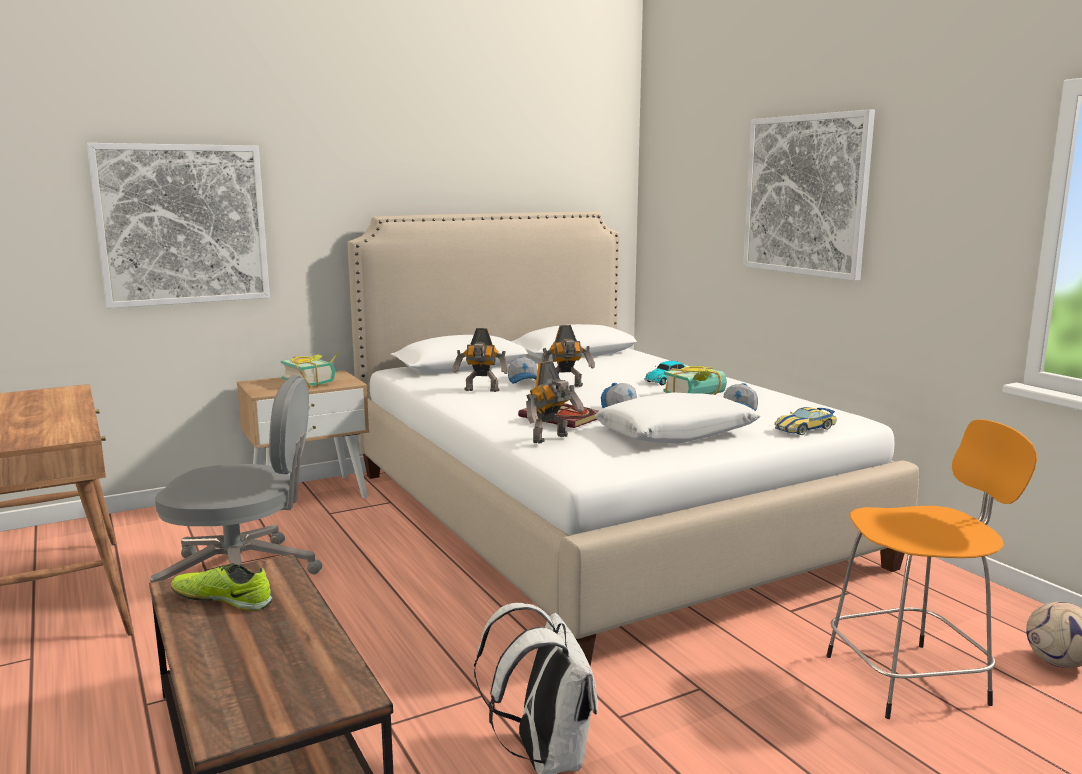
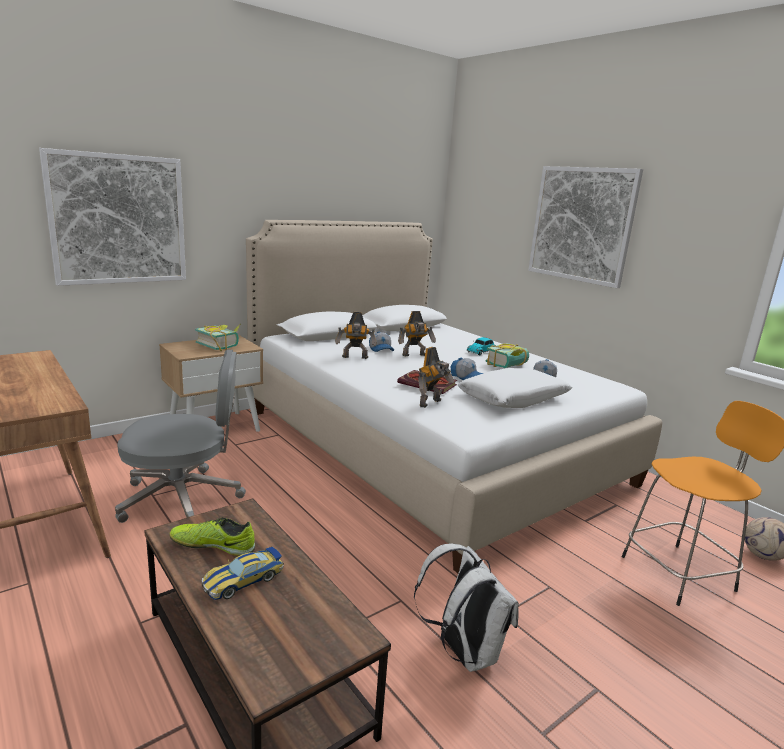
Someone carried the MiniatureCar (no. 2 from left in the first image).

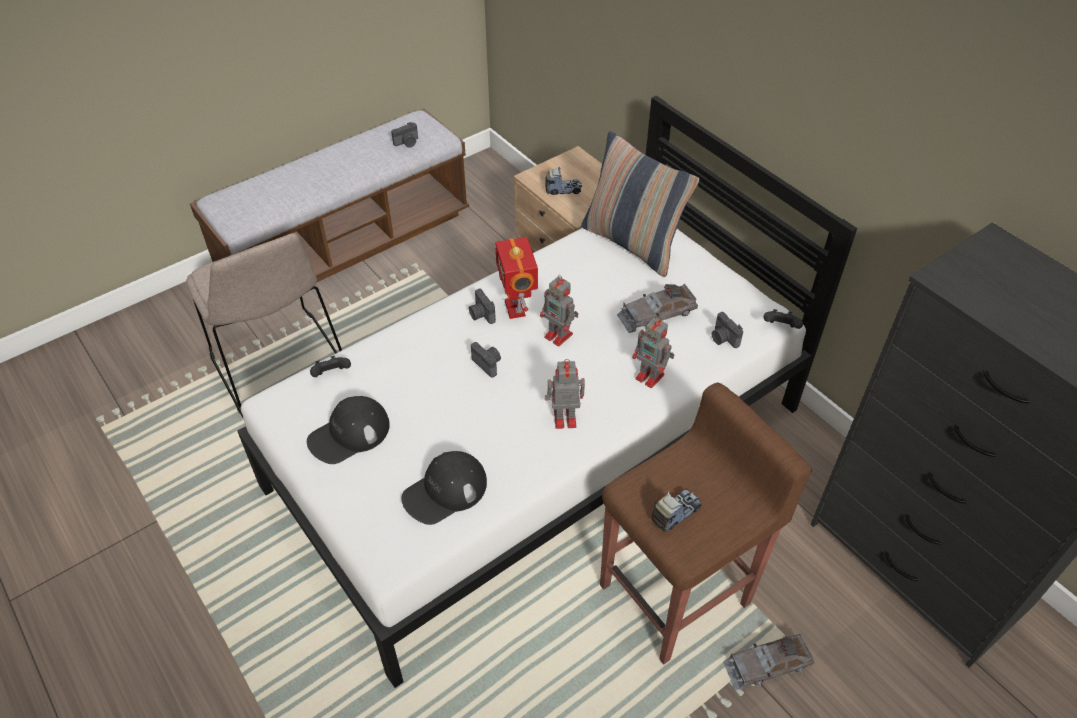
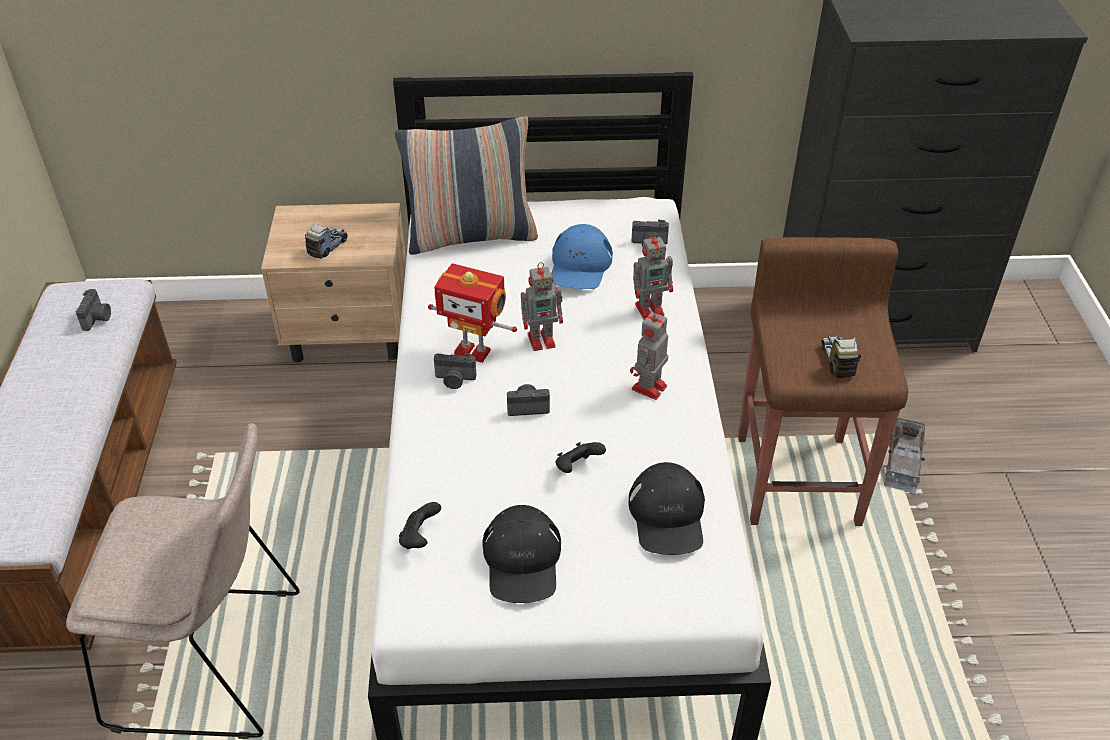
Someone swapped the GreyMiniatureCar (no. 1 from left) for the BluePeakedCap.
Someone carried the BlackColouredJoypad (no. 2 from left).

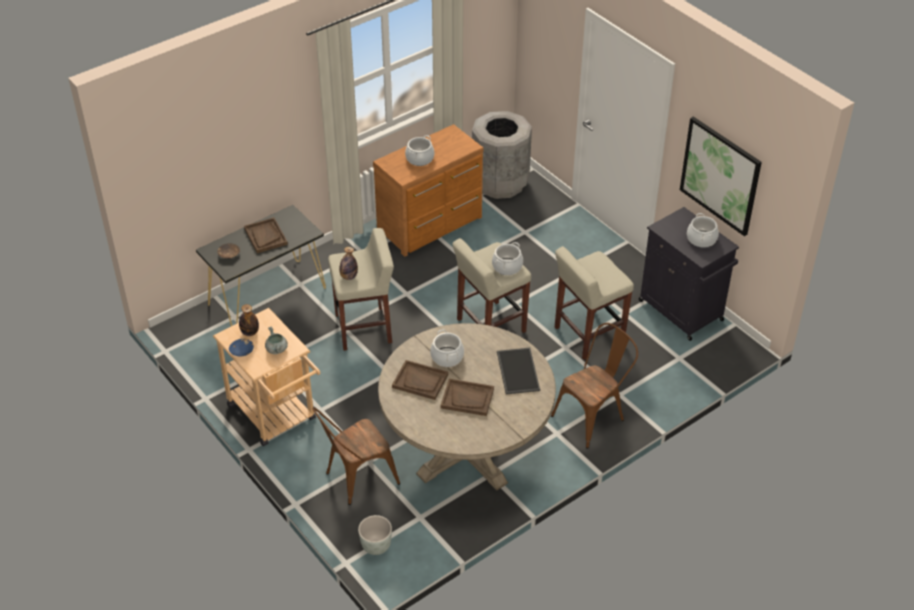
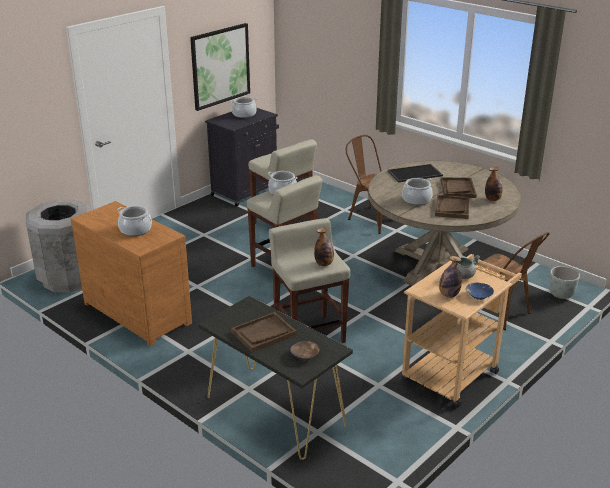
Someone put down the Bottle (no. 3 from left).

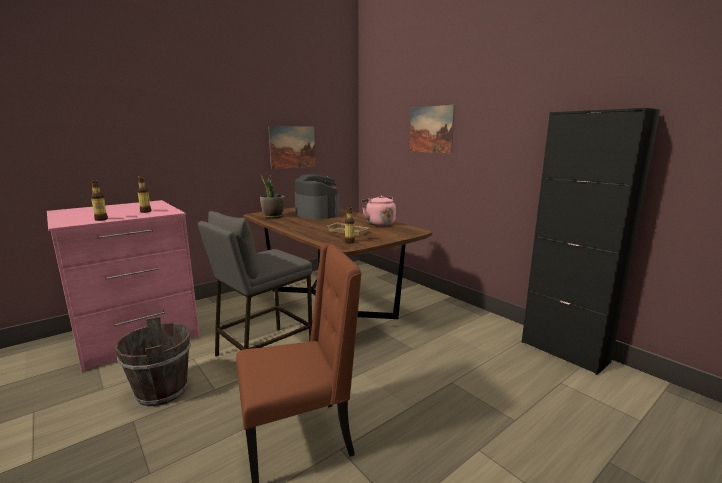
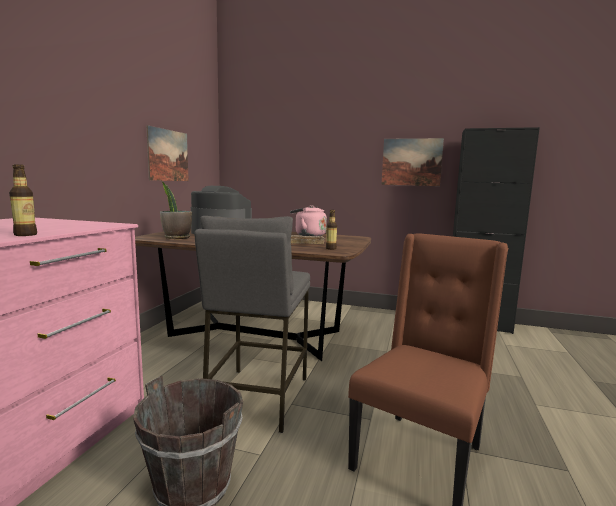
Someone took away the Bottle (no. 2 from left).
Someone carried the WallArt (no. 2 from left).

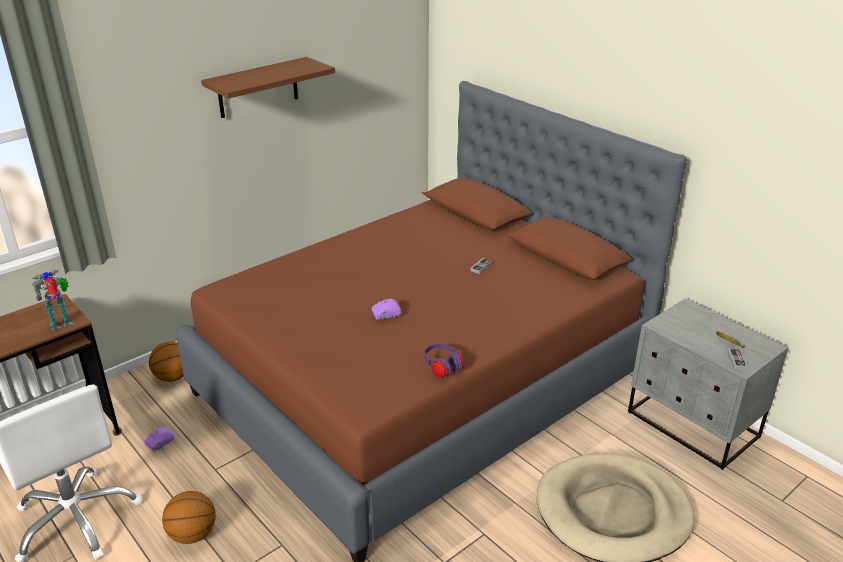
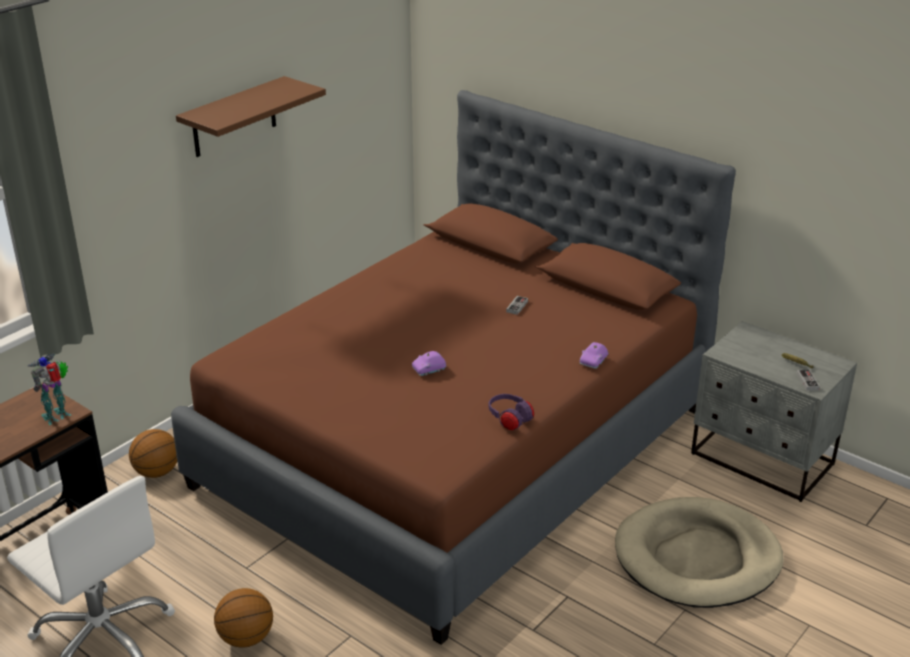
Someone carried the PurpleMiniatureCar (no. 1 from left in the first image).

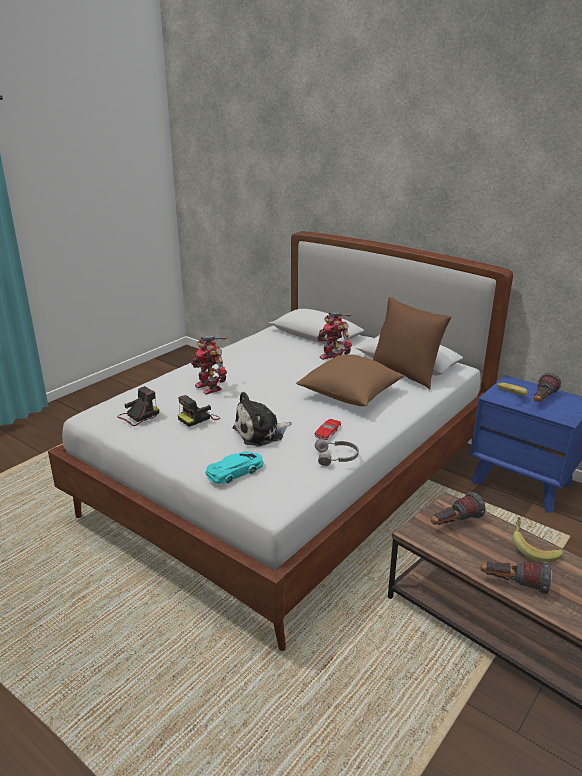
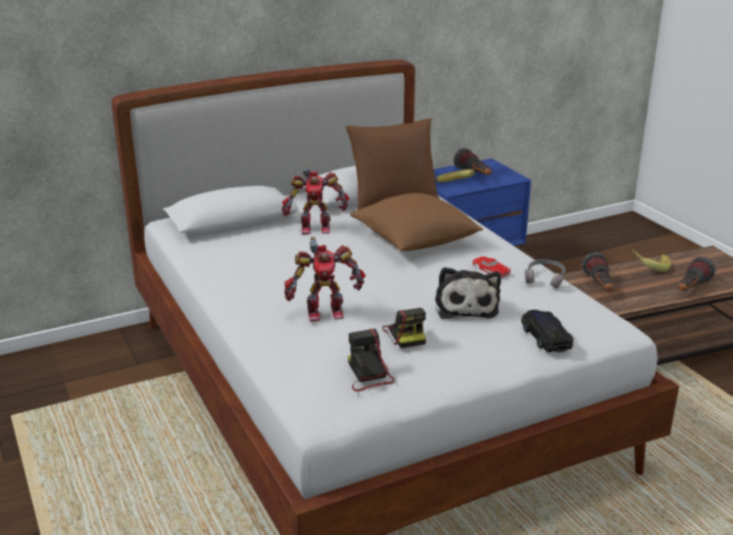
Someone repainted the TurquoiseColouredMiniatureCar, which became the BlackColouredMiniatureCar.

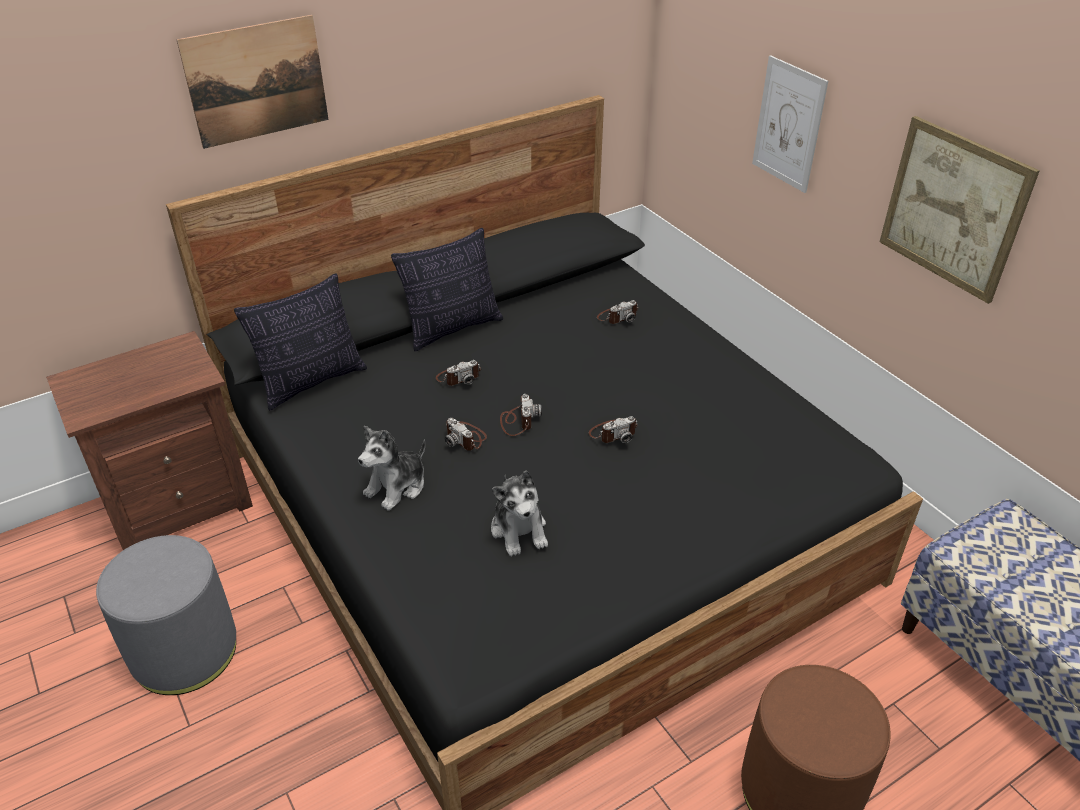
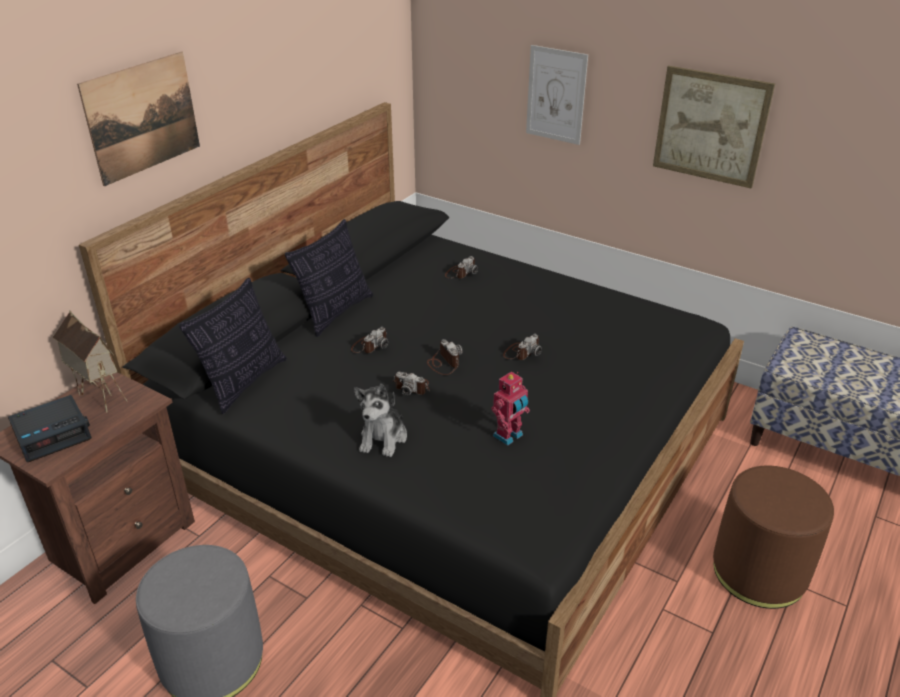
Someone swapped the PlushToy (no. 2 from left) for the RobotFigure.
Someone put down the AlarmClock.
Someone put down the ToyHouse.

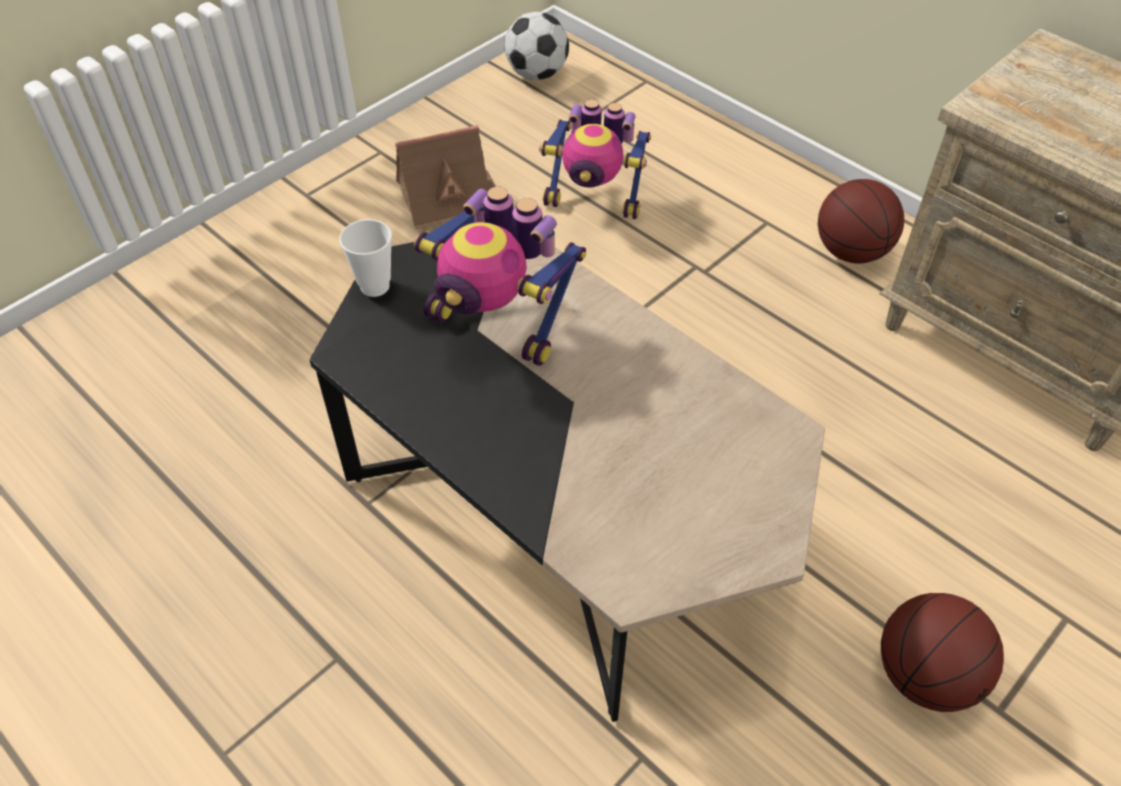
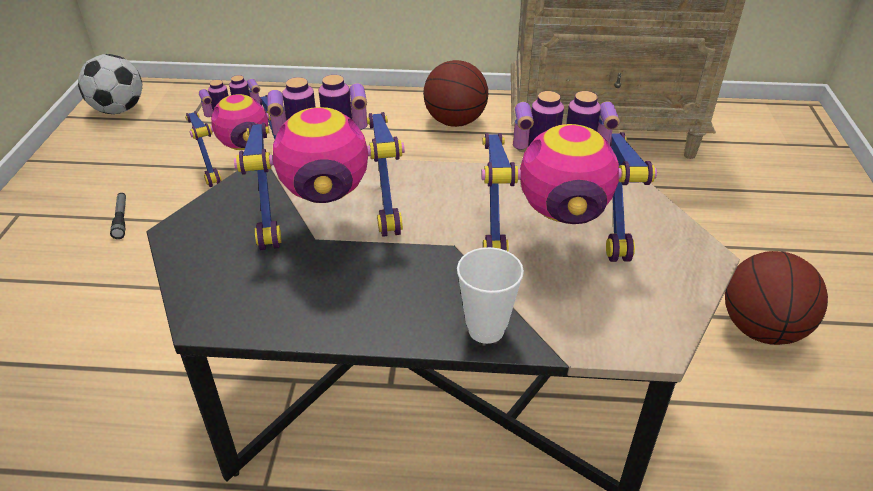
Someone carried the Cup.
Someone swapped the ToyHouse for the HandTorch.
Someone put down the RobotFigure (no. 3 from left).

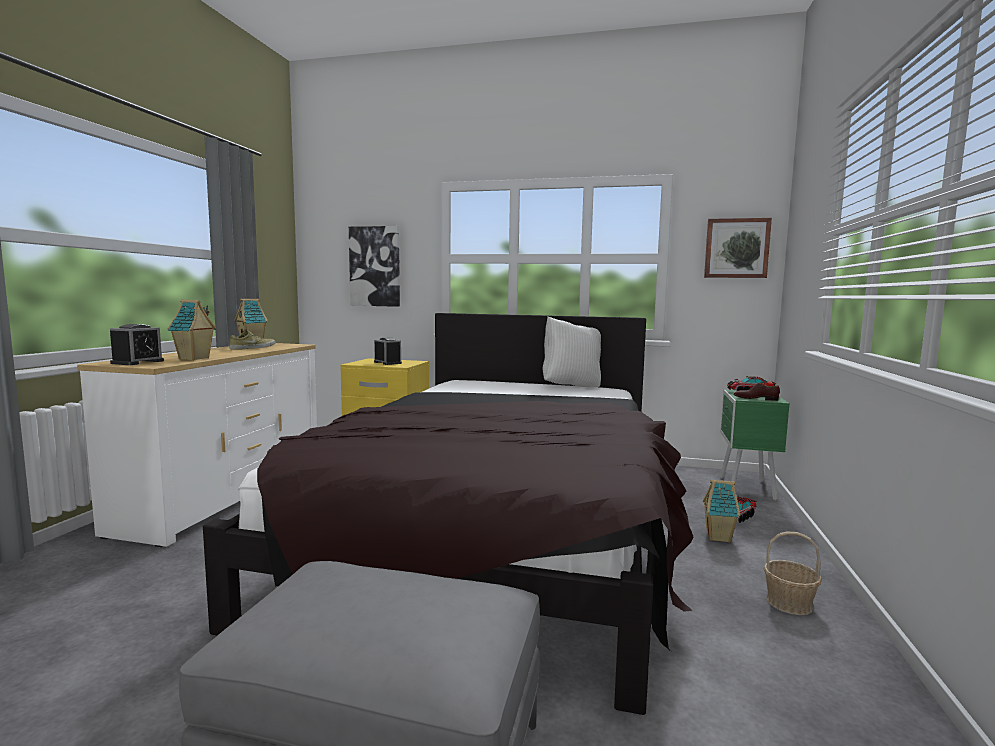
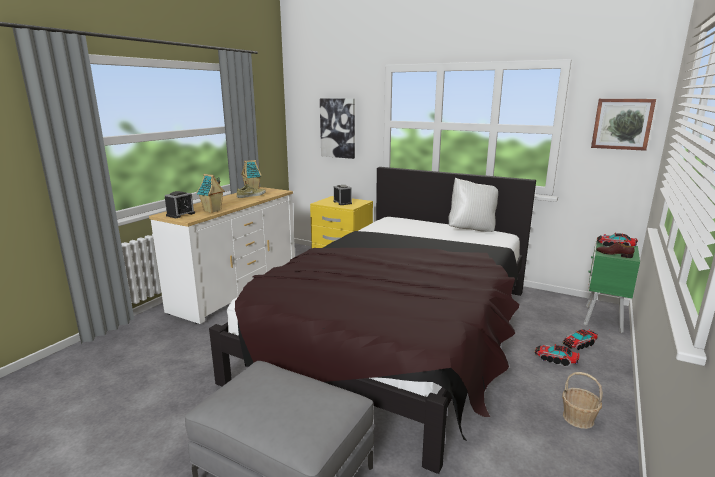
Someone swapped the ToyHouse (no. 3 from left) for the ModelTruck (no. 1 from left).

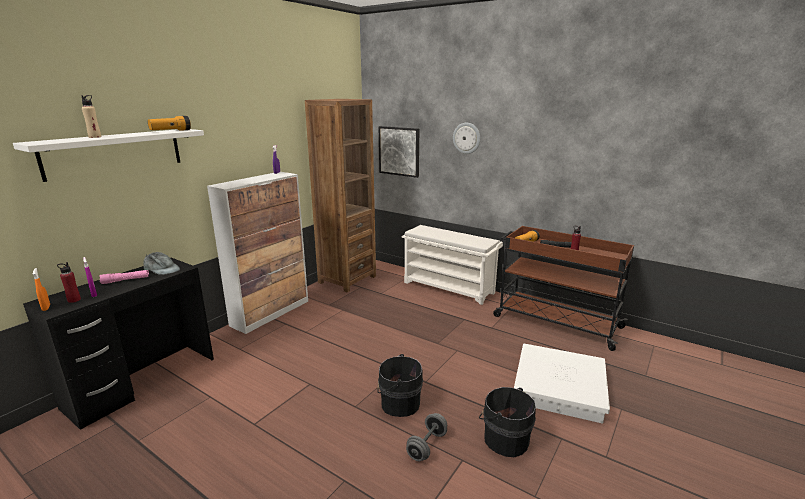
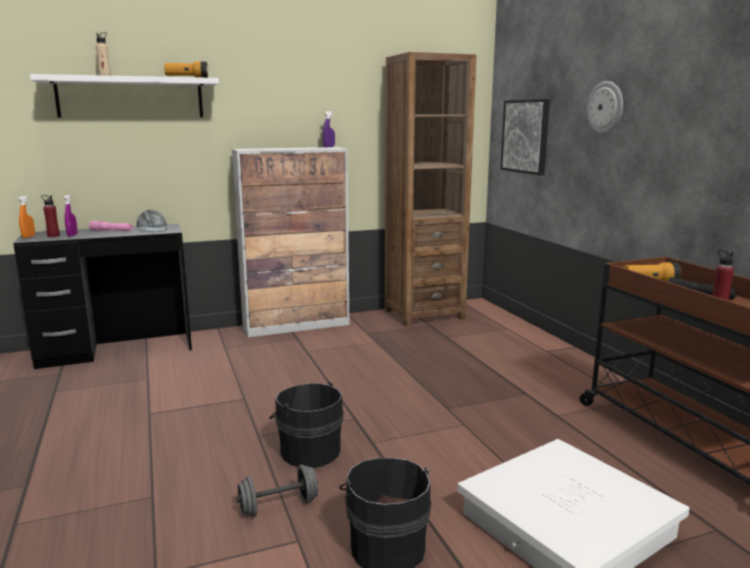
Someone took away the WhitishShoeRack.

